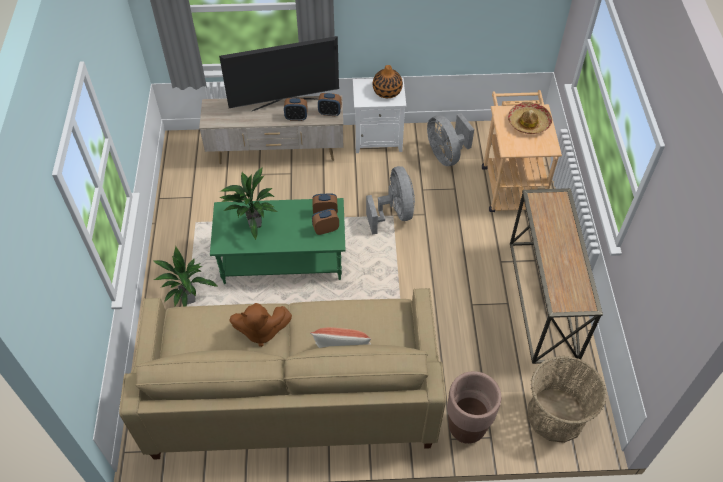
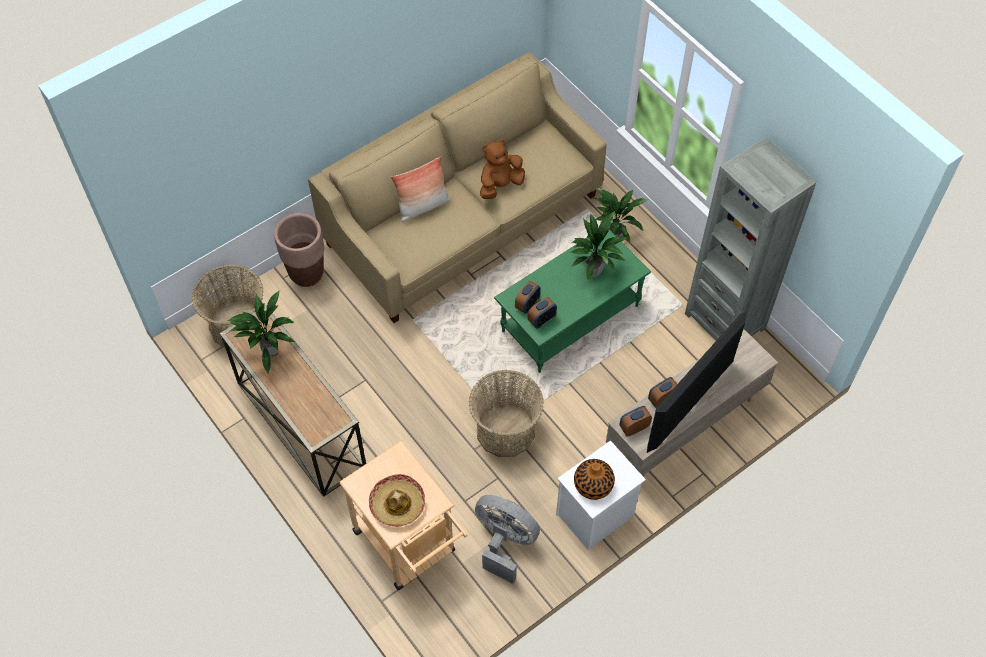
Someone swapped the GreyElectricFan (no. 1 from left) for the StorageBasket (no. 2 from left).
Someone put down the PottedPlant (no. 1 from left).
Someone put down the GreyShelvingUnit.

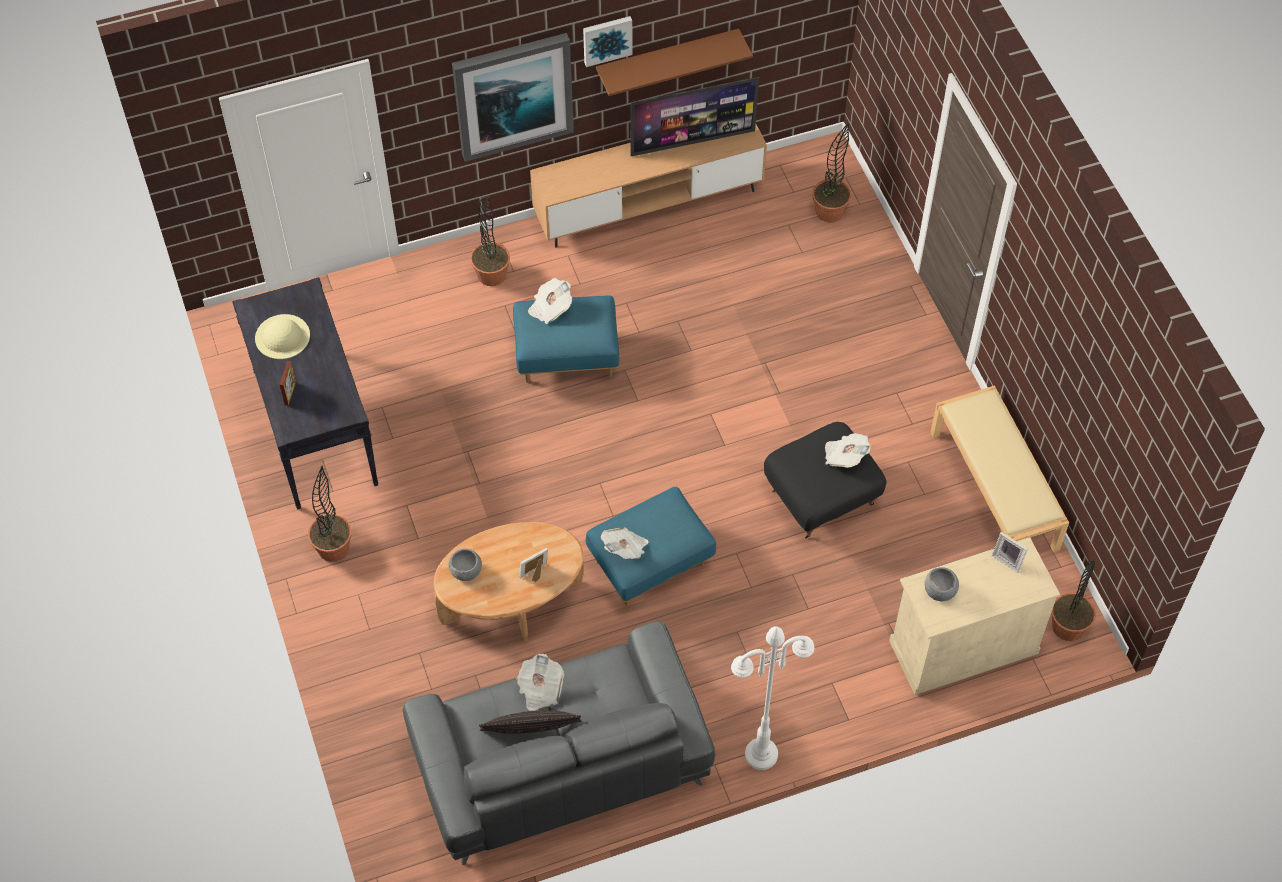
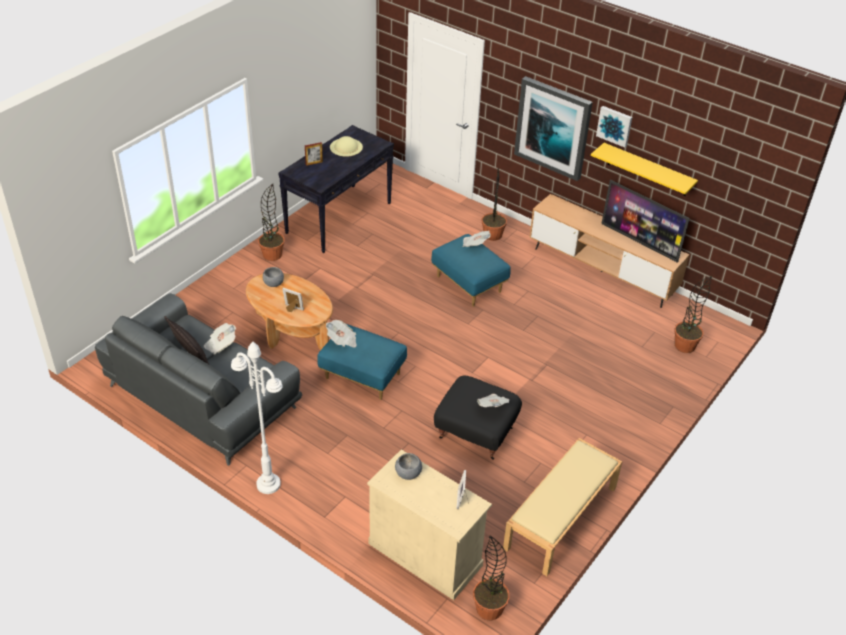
Someone repainted the BrownShelf, which became the YellowishShelf.

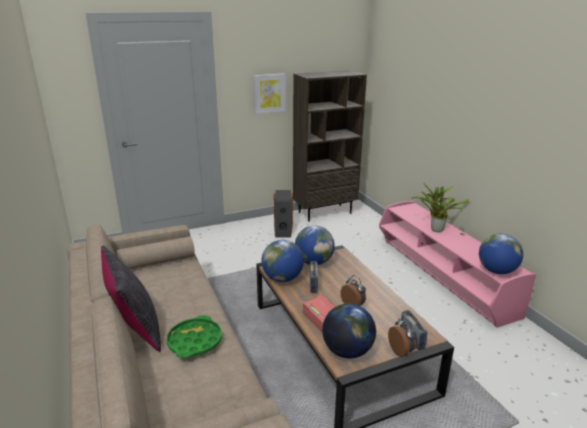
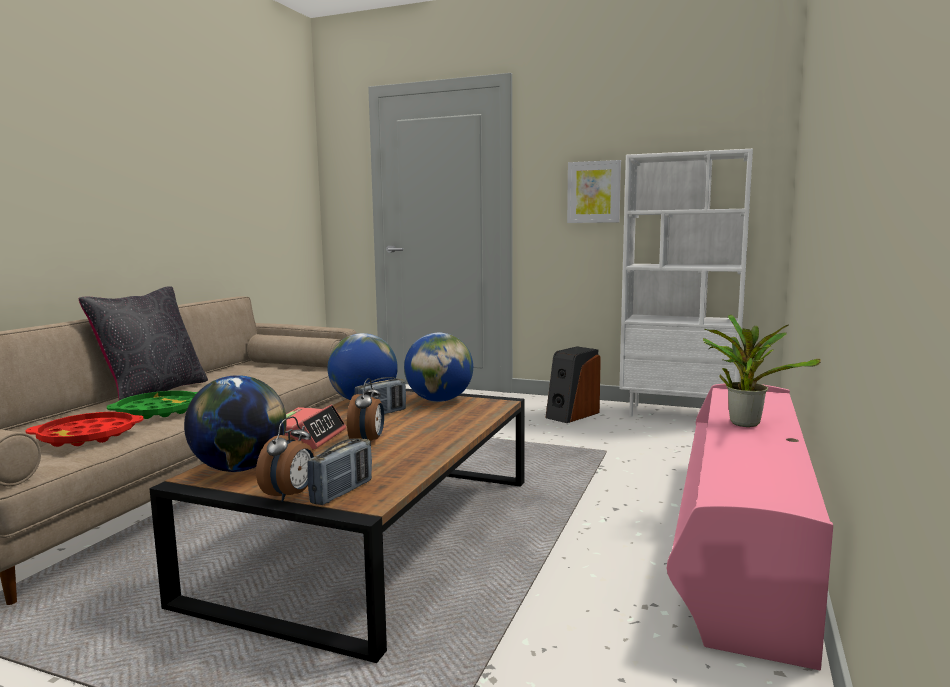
Someone repainted the BrownShelvingUnit, which became the WhitishShelvingUnit.
Someone took away the Globe (no. 4 from left).
Someone put down the RedTray.

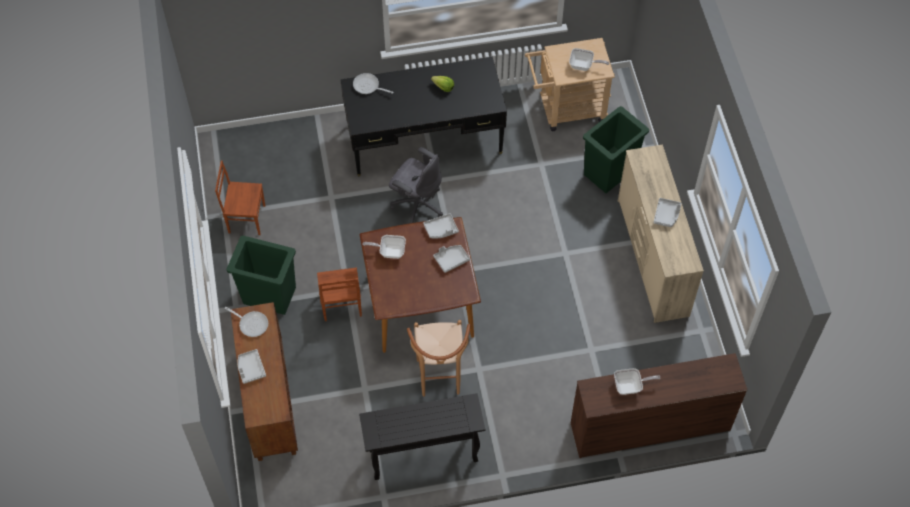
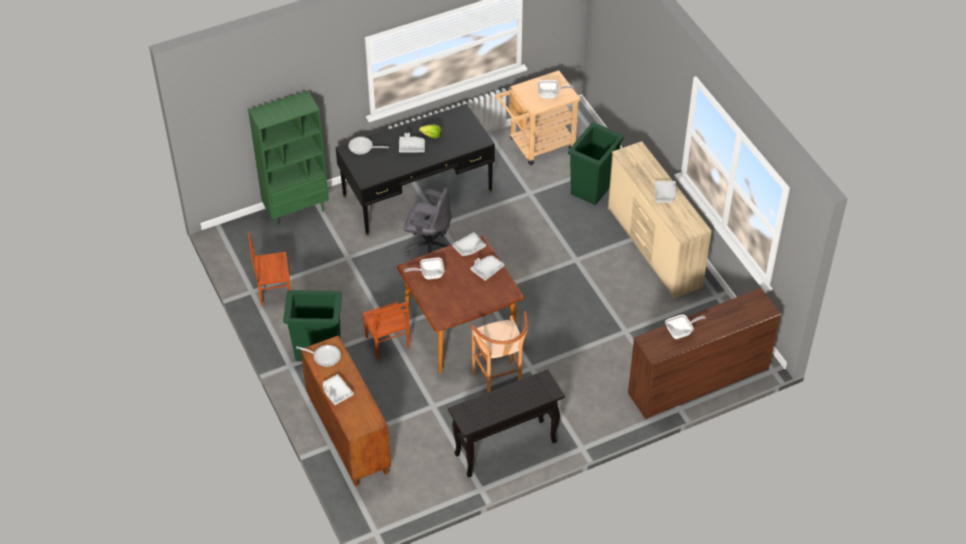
Someone put down the GreenColouredShelvingUnit.
Someone put down the GreyTray (no. 2 from left).

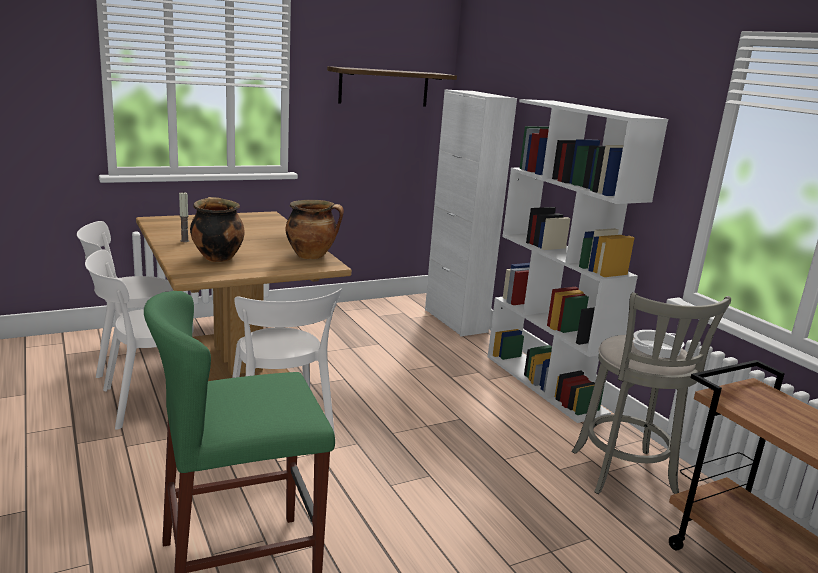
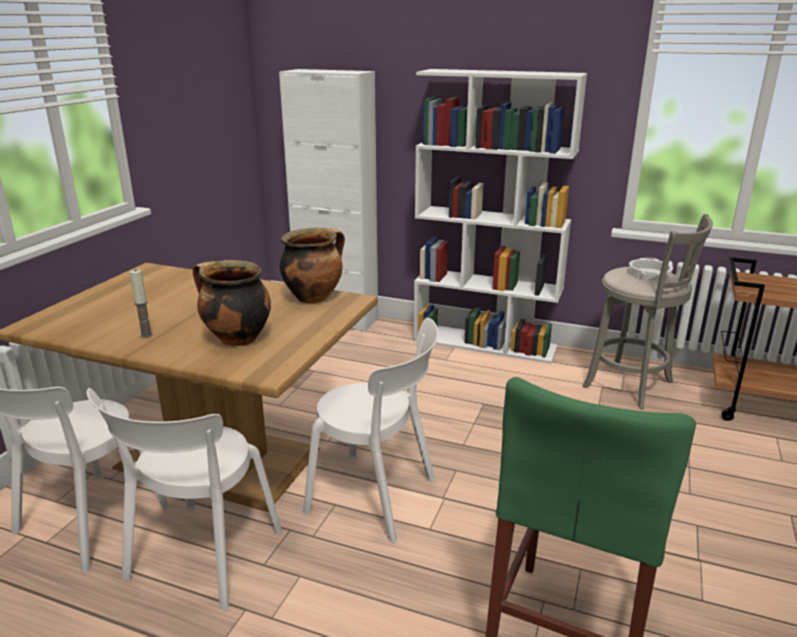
Someone took away the Shelf.

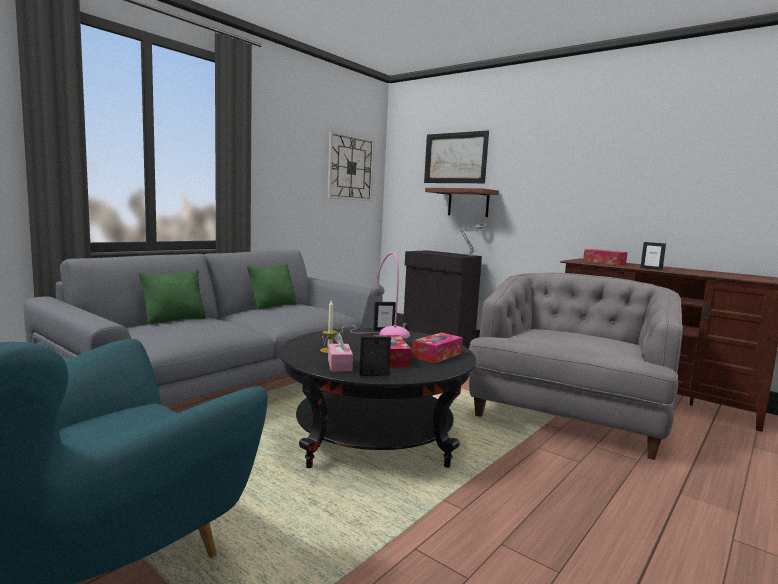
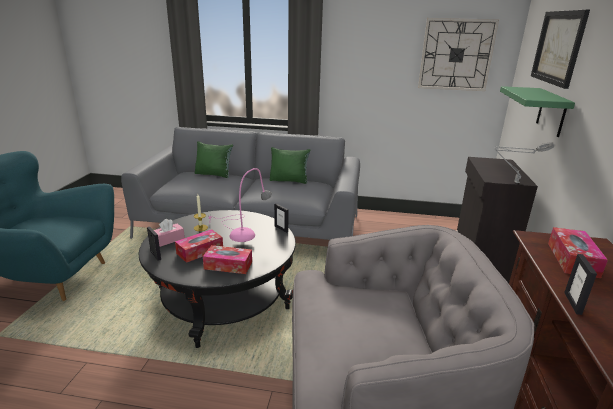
Someone repainted the BrownShelf, which became the GreenColouredShelf.

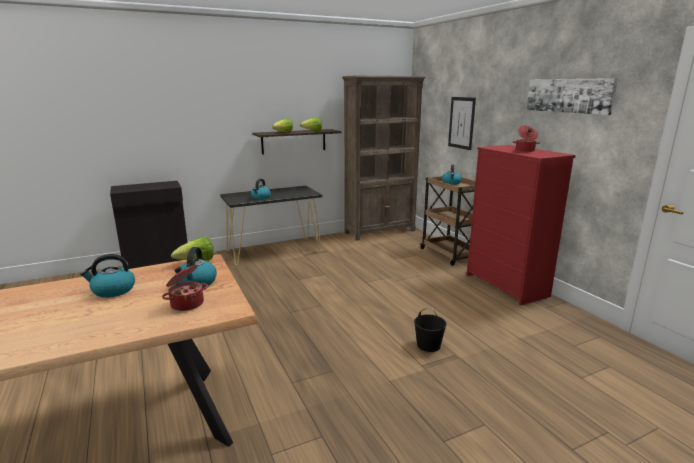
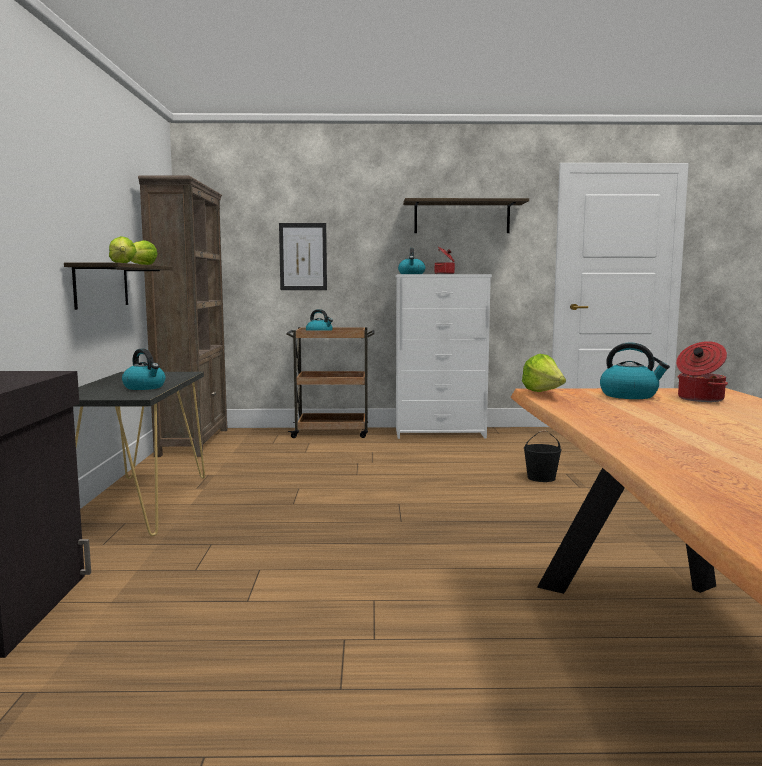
Someone carried the WaterKettle (no. 1 from left in the first image).
Someone repainted the RedDrawerChest, which became the WhitishDrawerChest.
Someone swapped the WallArt (no. 2 from left) for the Shelf (no. 2 from left).

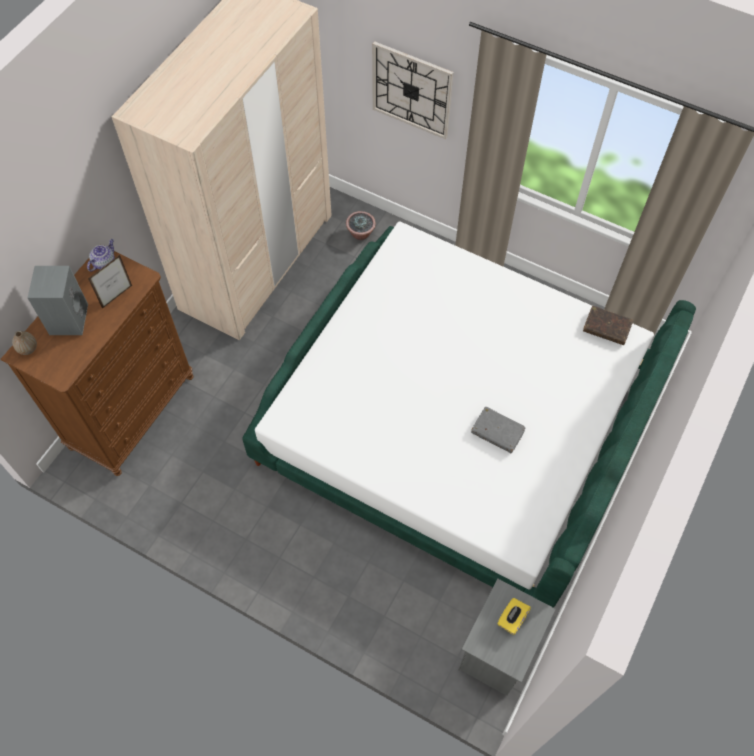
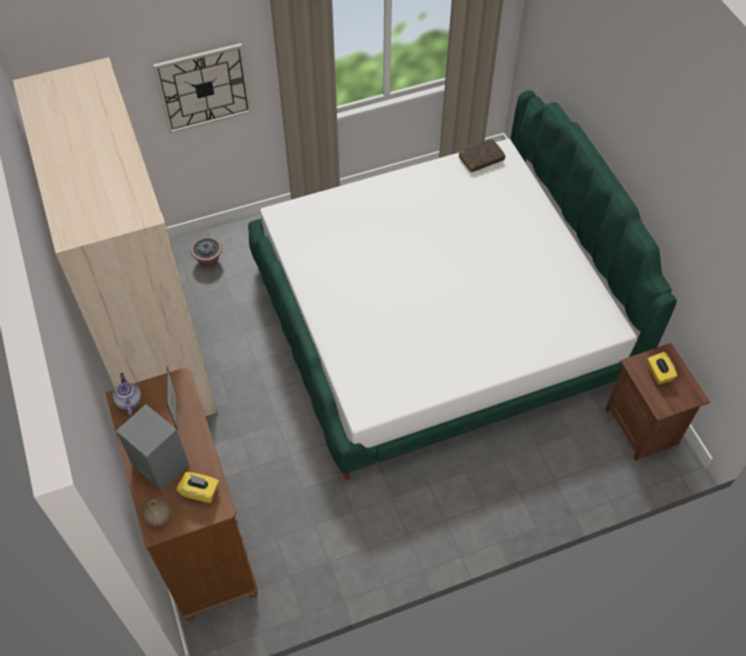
Someone repainted the GreyNightstand, which became the BrownNightstand.
Someone took away the GreyVolume.
Someone put down the YellowishTissueHolder (no. 1 from left).

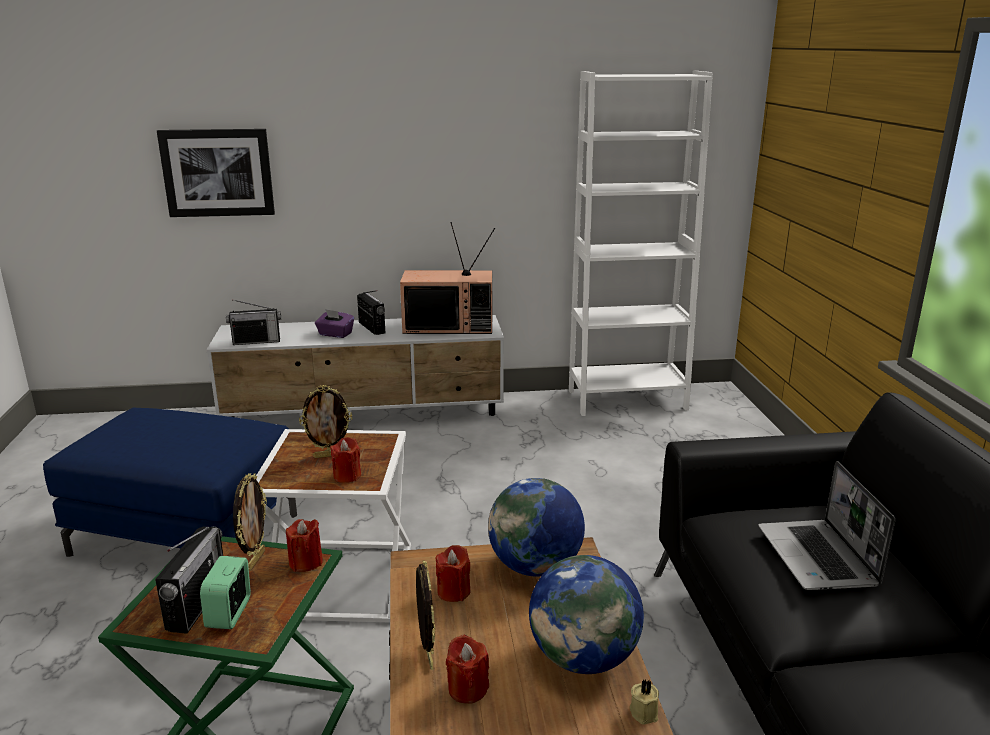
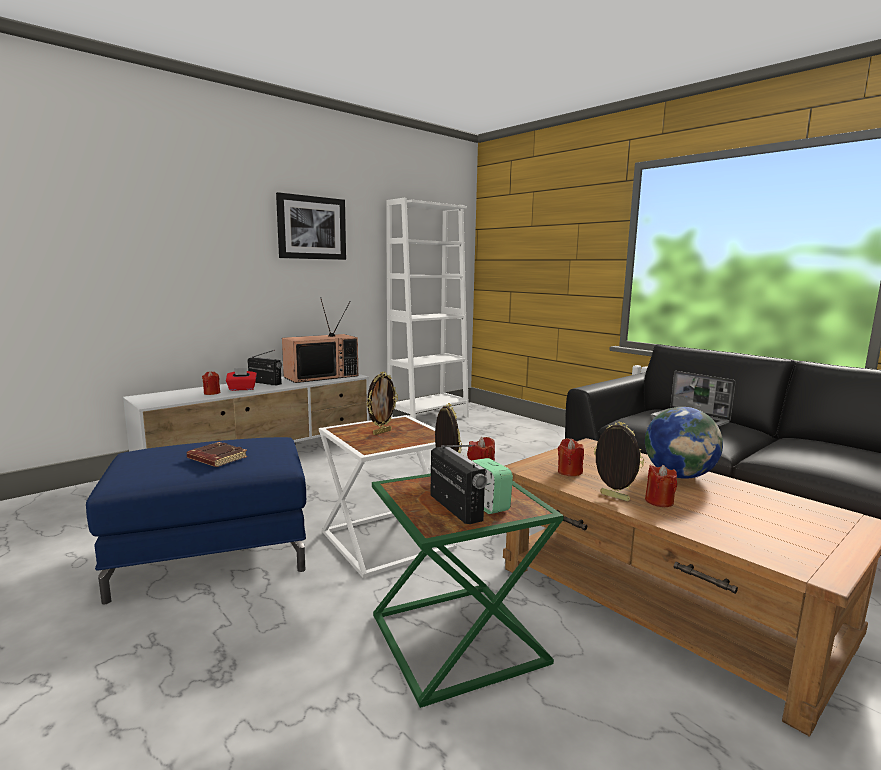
Someone carried the WallArt.
Someone took away the RadioSet (no. 2 from left).
Someone repainted the PurpleTissueHolder, which became the RedTissueHolder.
Someone carried the RedWaxLight (no. 2 from left in the first image).
Someone took away the Globe (no. 1 from left).
Someone took away the BeigeColouredWaxLight.
Someone put down the BrownVolume.

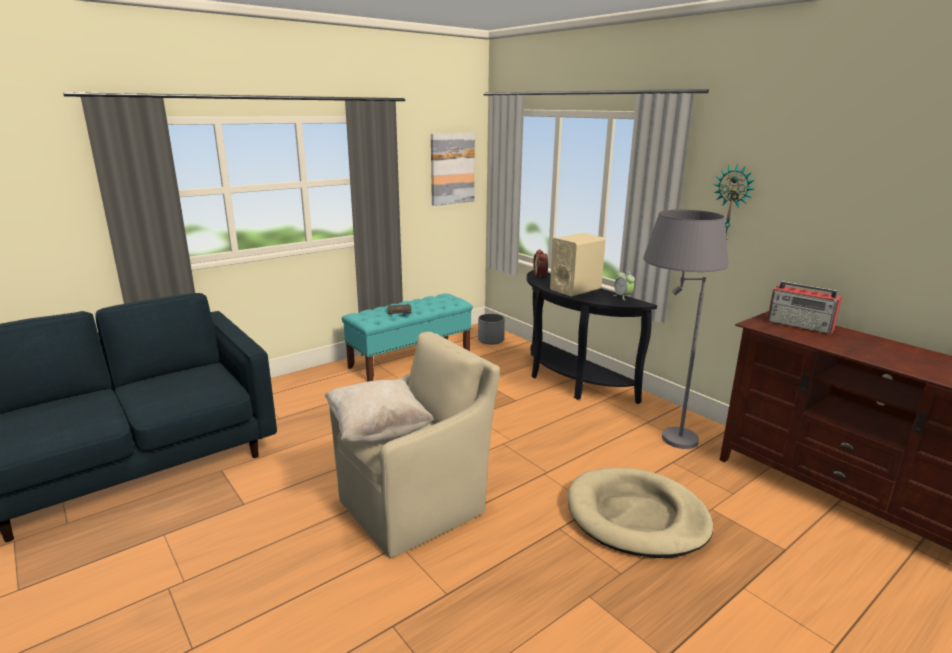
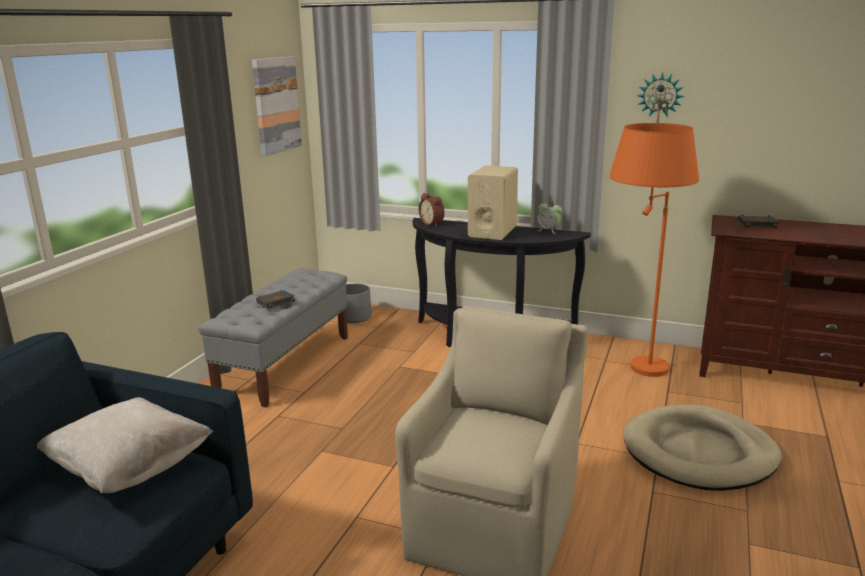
Someone carried the BeigeColouredThrowPillow.
Someone repainted the TurquoiseColouredBench, which became the GreyBench.
Someone repainted the GreyStandardLamp, which became the OrangeyStandardLamp.
Someone swapped the RadioSet for the BlackColouredVolume (no. 2 from left).

